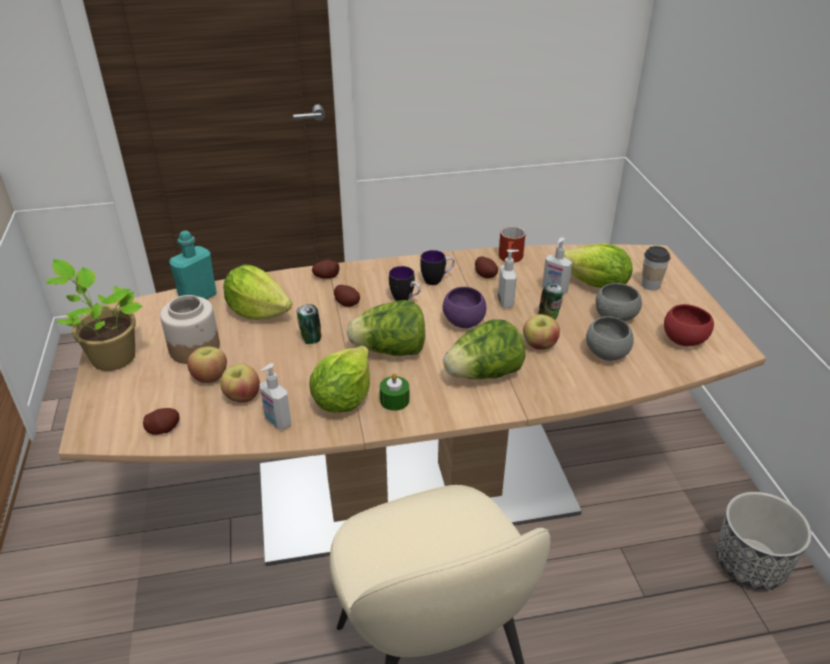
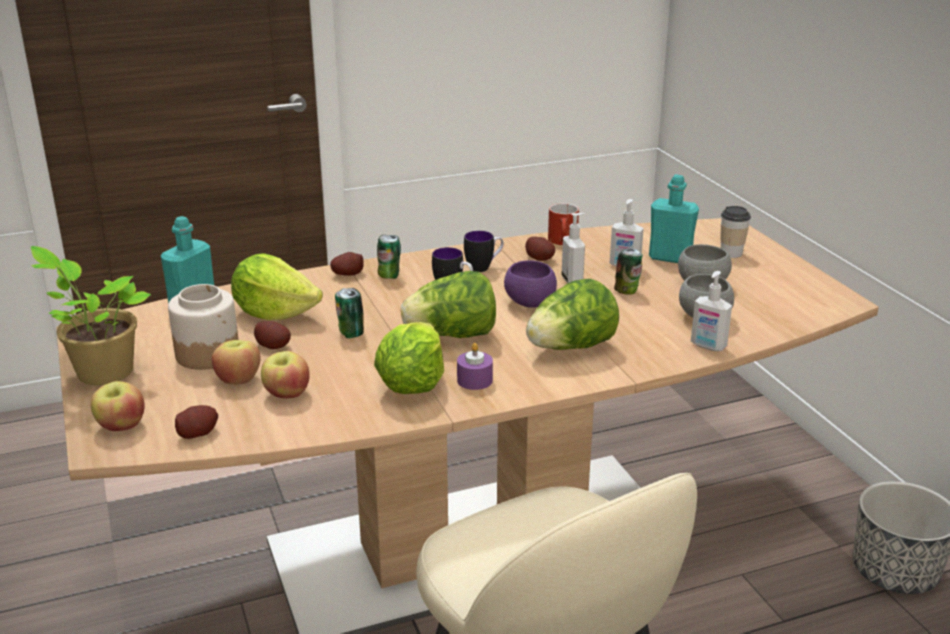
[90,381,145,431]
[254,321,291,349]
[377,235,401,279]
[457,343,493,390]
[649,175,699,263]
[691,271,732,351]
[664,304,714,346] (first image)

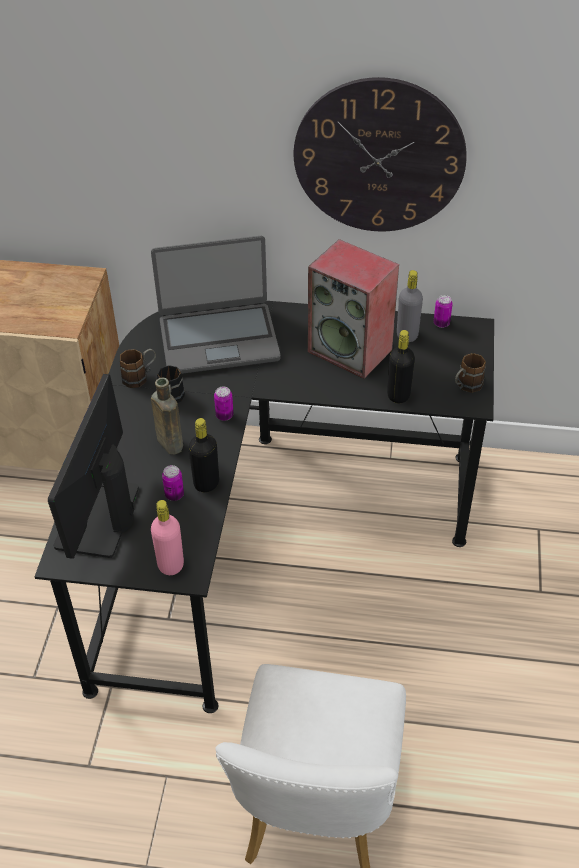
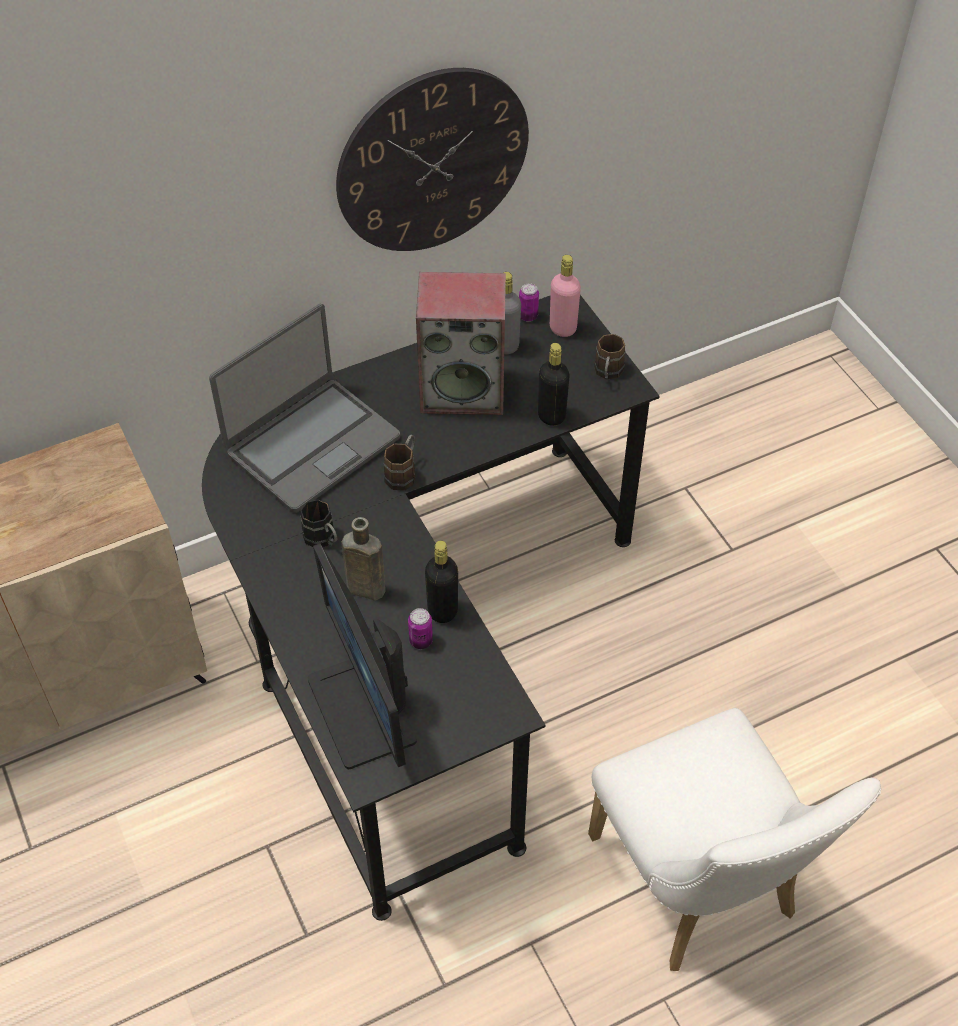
[384,435,415,491]
[550,255,581,337]
[214,386,234,421] (first image)

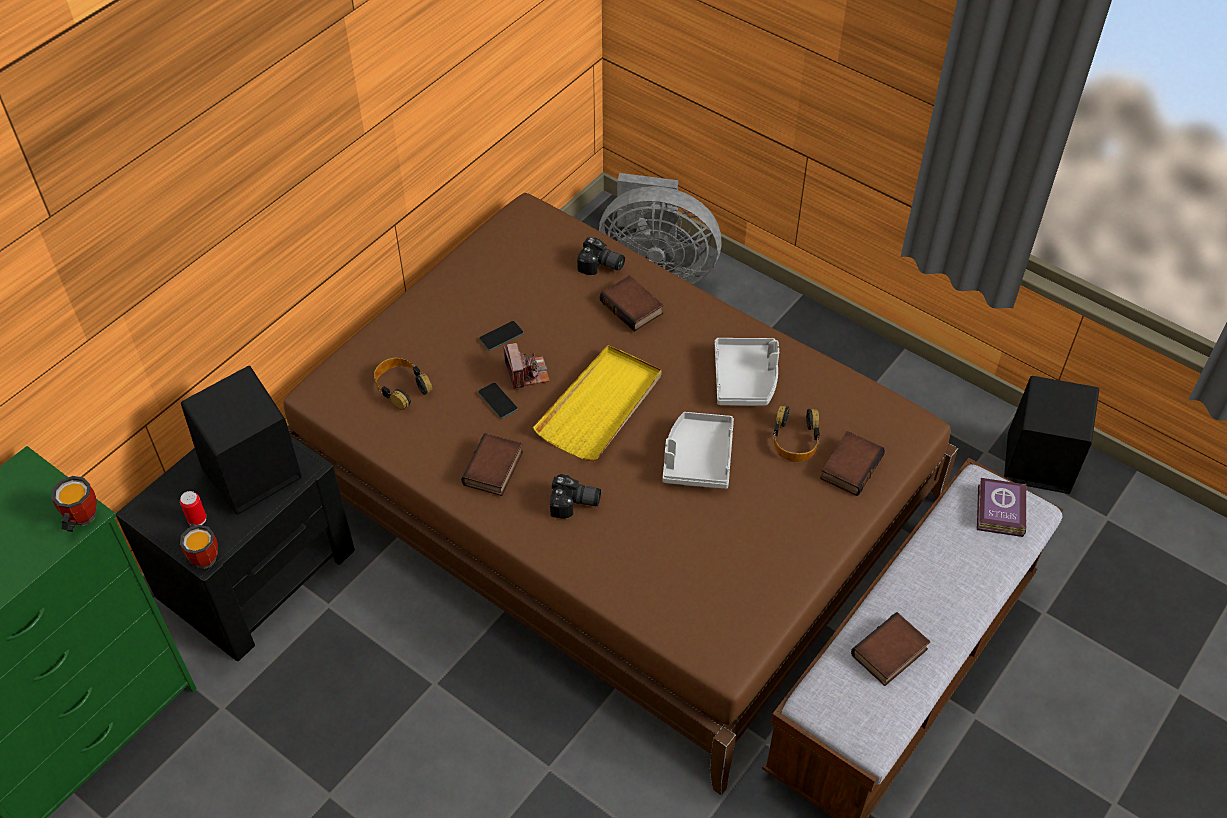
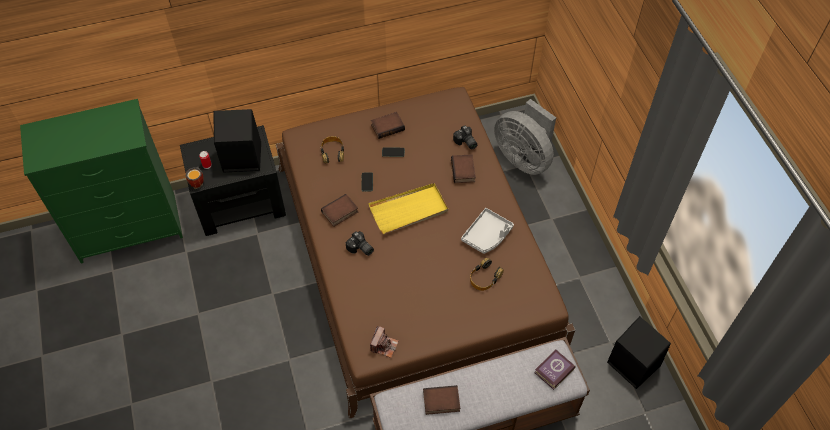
[370,326,399,358]
[371,112,405,139]
[51,476,97,532] (first image)
[663,412,734,489] (first image)

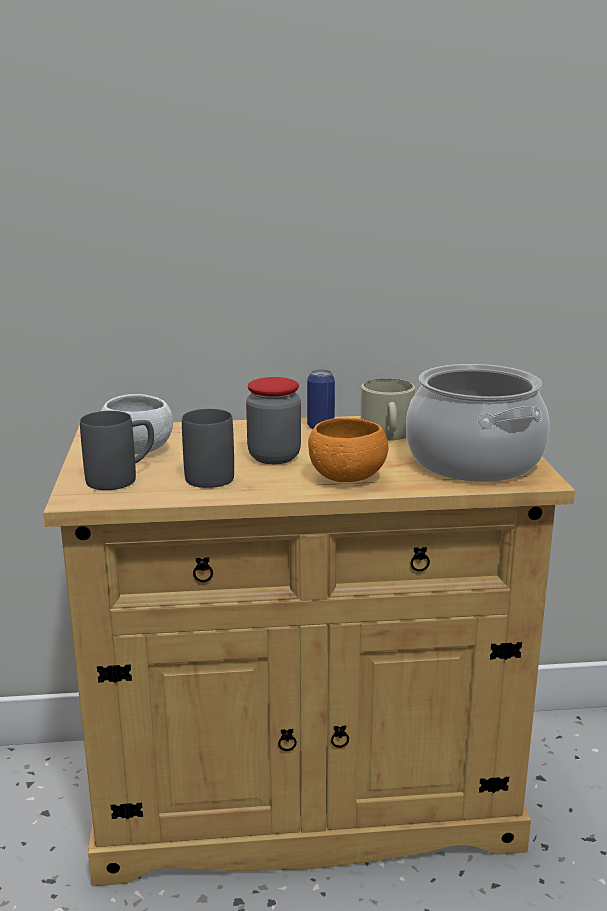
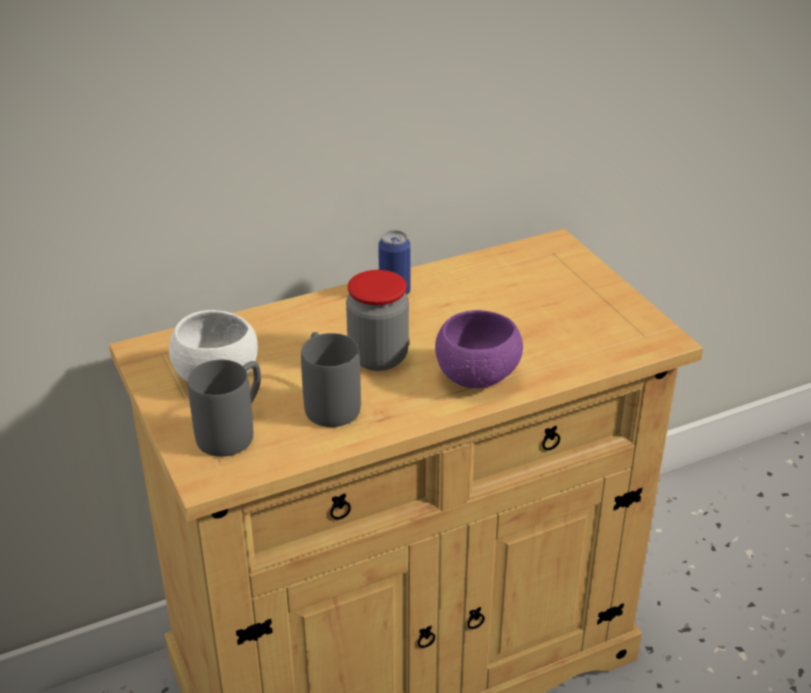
[435,310,523,388]
[361,379,415,440] (first image)
[406,364,550,482] (first image)

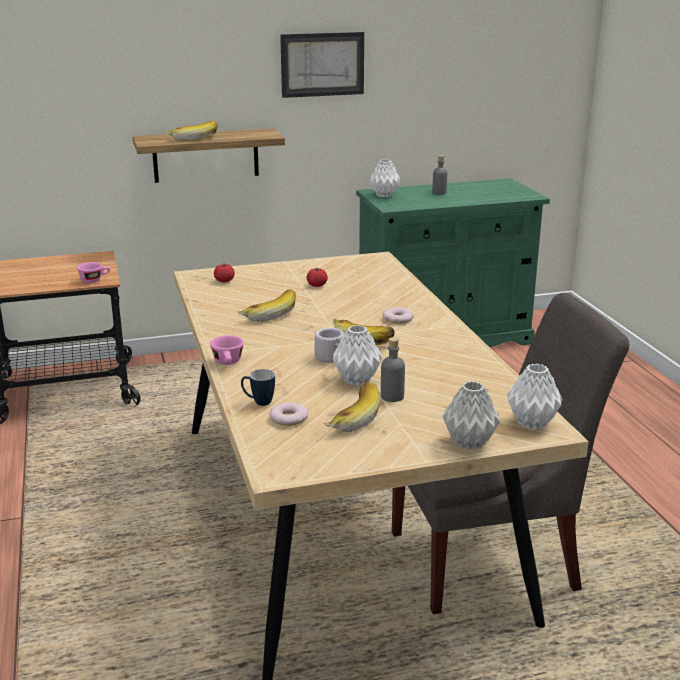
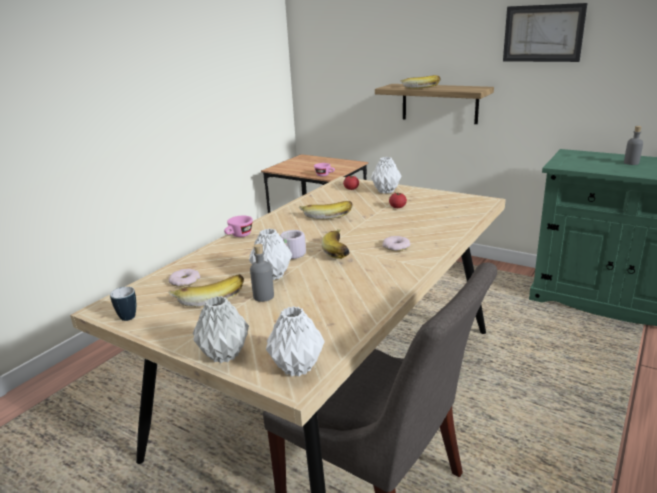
[110,287,136,321]
[371,157,401,194]

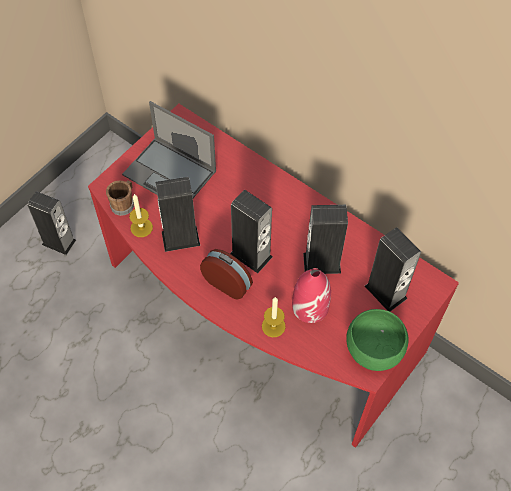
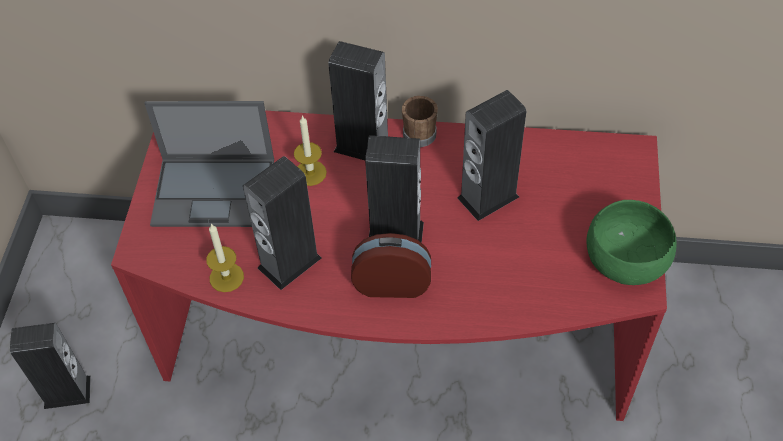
[294,115,327,186]
[328,41,388,160]
[402,96,438,147]
[292,268,331,323] (first image)

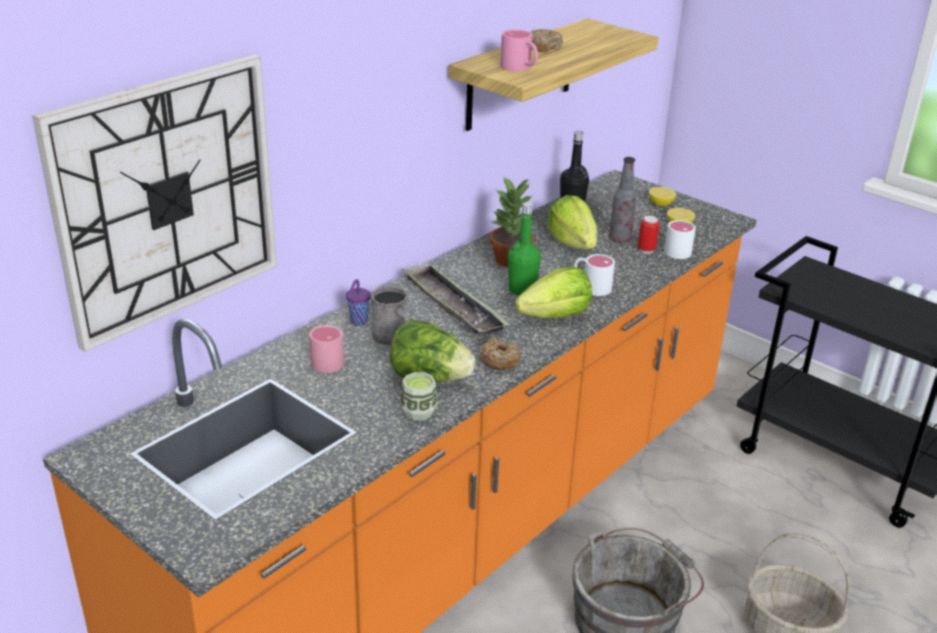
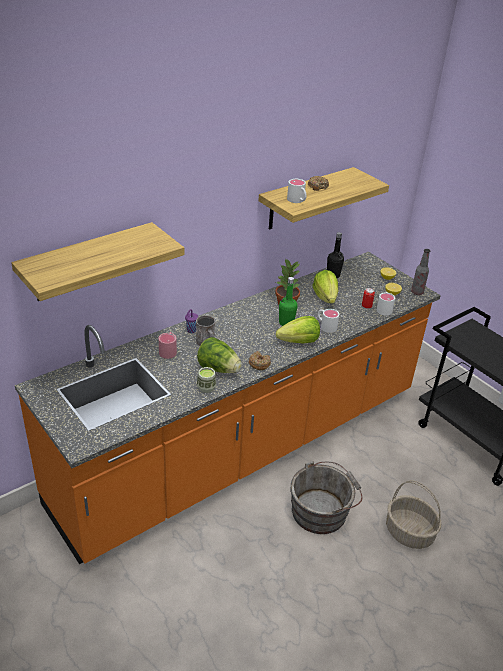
[11,222,184,301]
[287,179,307,203]
[411,249,430,295]
[402,262,509,334] (first image)

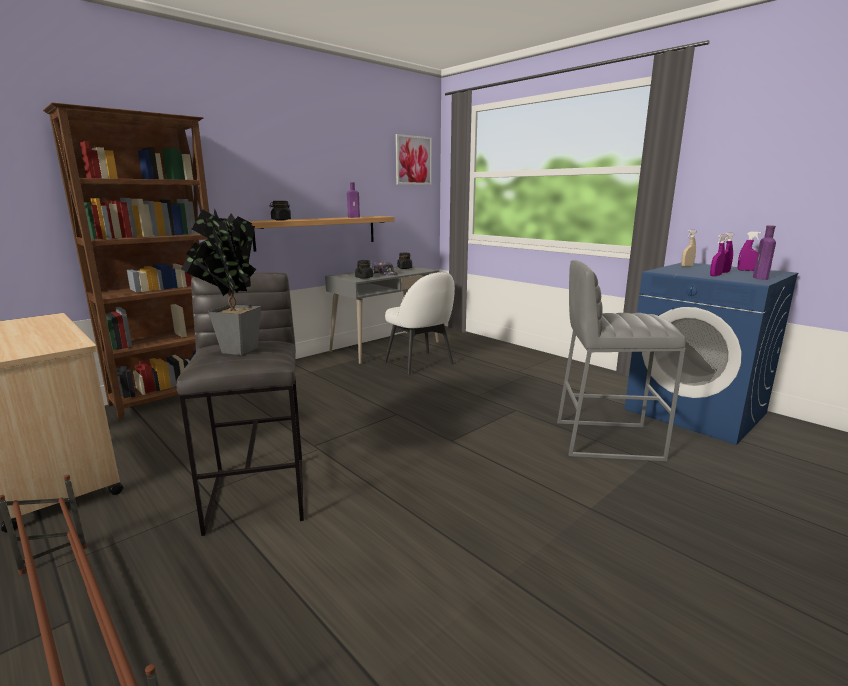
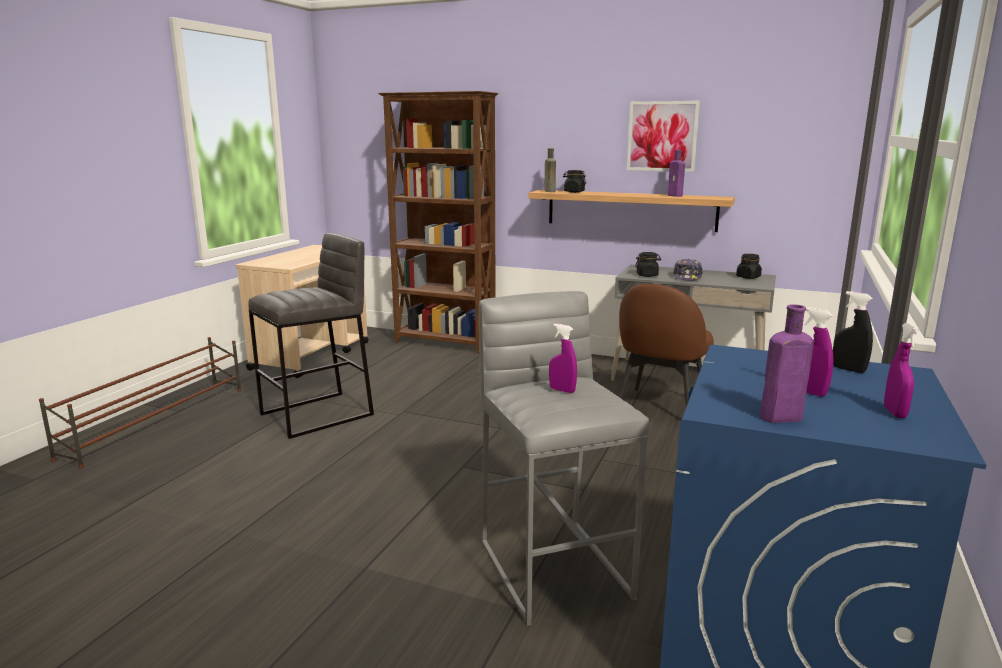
[545,148,556,192]
[549,324,577,393]
[618,284,714,406]
[627,101,700,172]
[833,291,873,373]
[181,209,261,355] (first image)

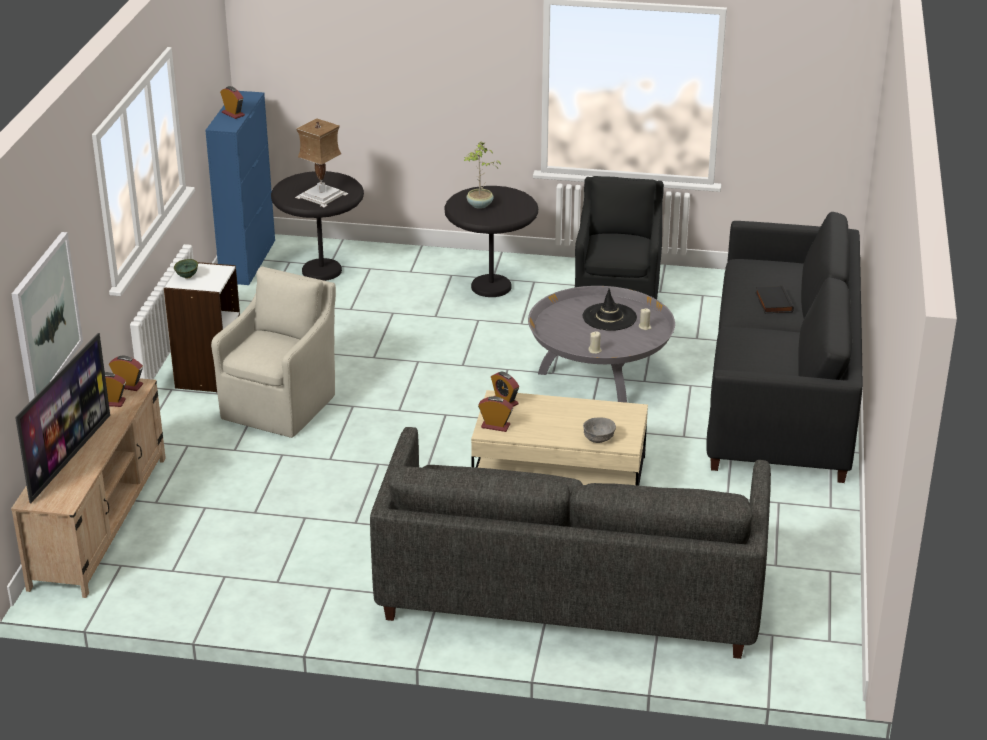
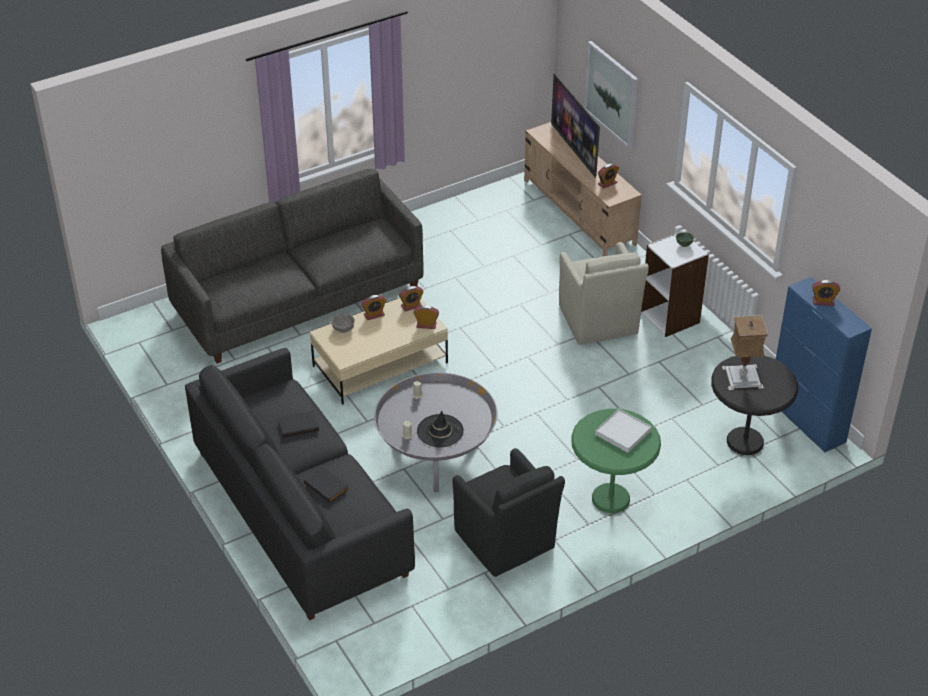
[278,410,319,438]
[361,295,386,320]
[571,409,661,513]
[595,409,652,453]

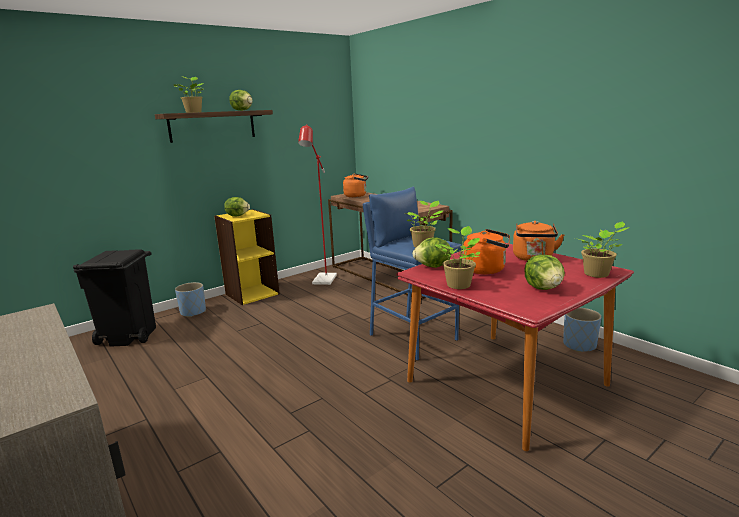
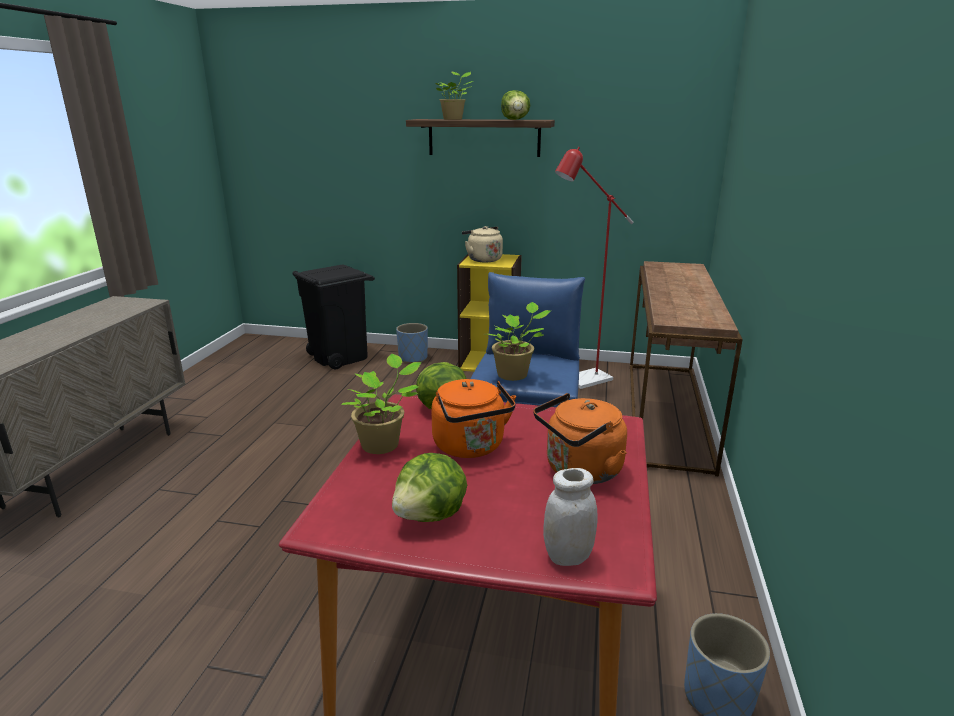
[462,226,503,262]
[543,468,597,566]
[343,174,368,197] (first image)

